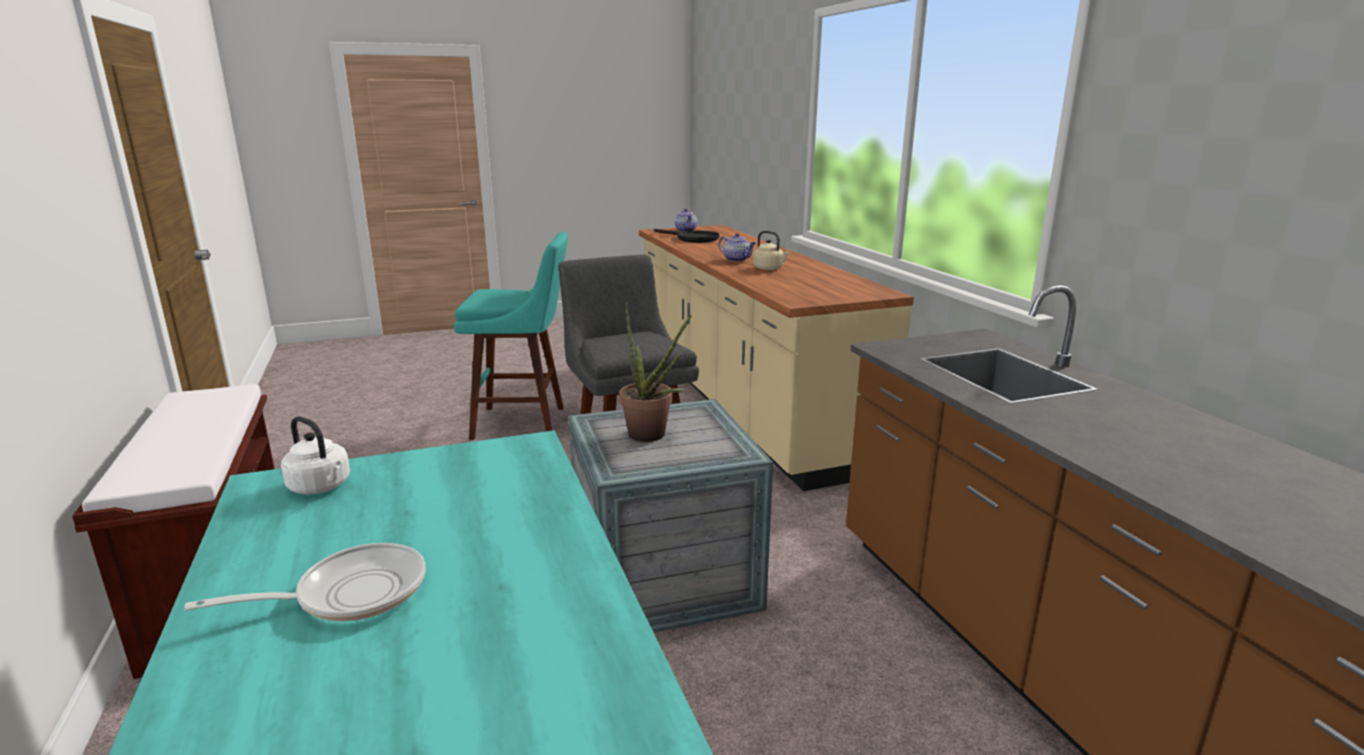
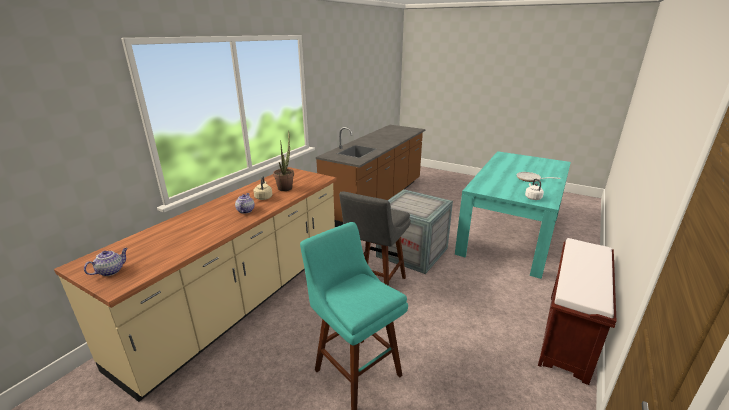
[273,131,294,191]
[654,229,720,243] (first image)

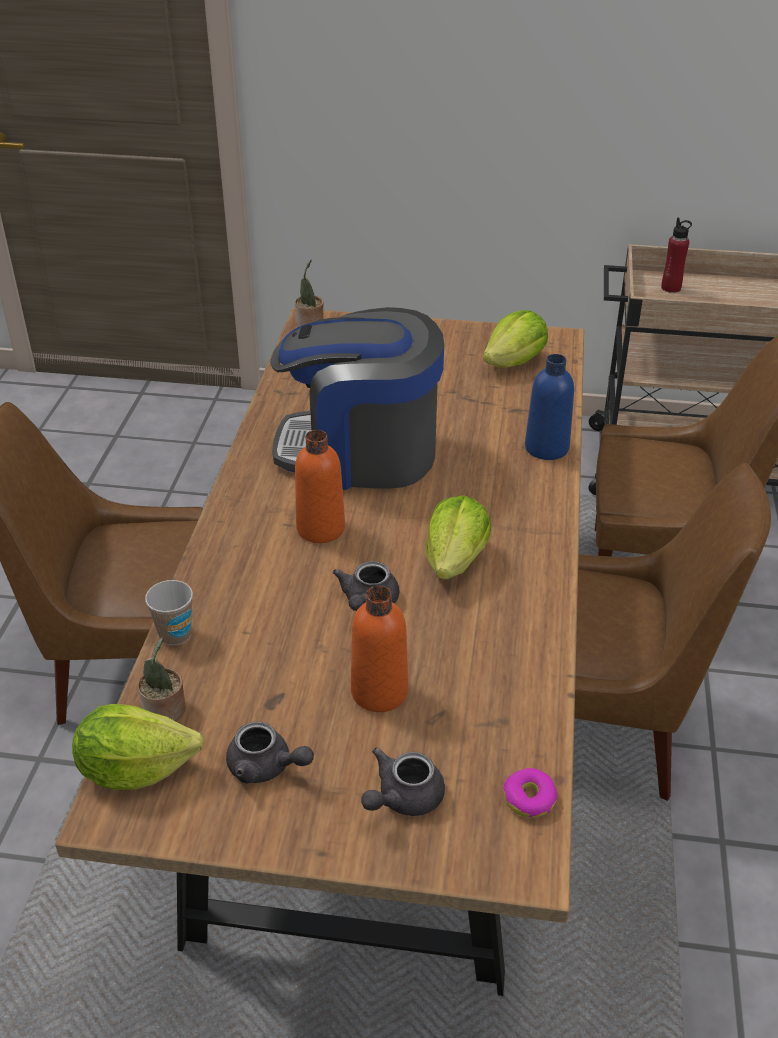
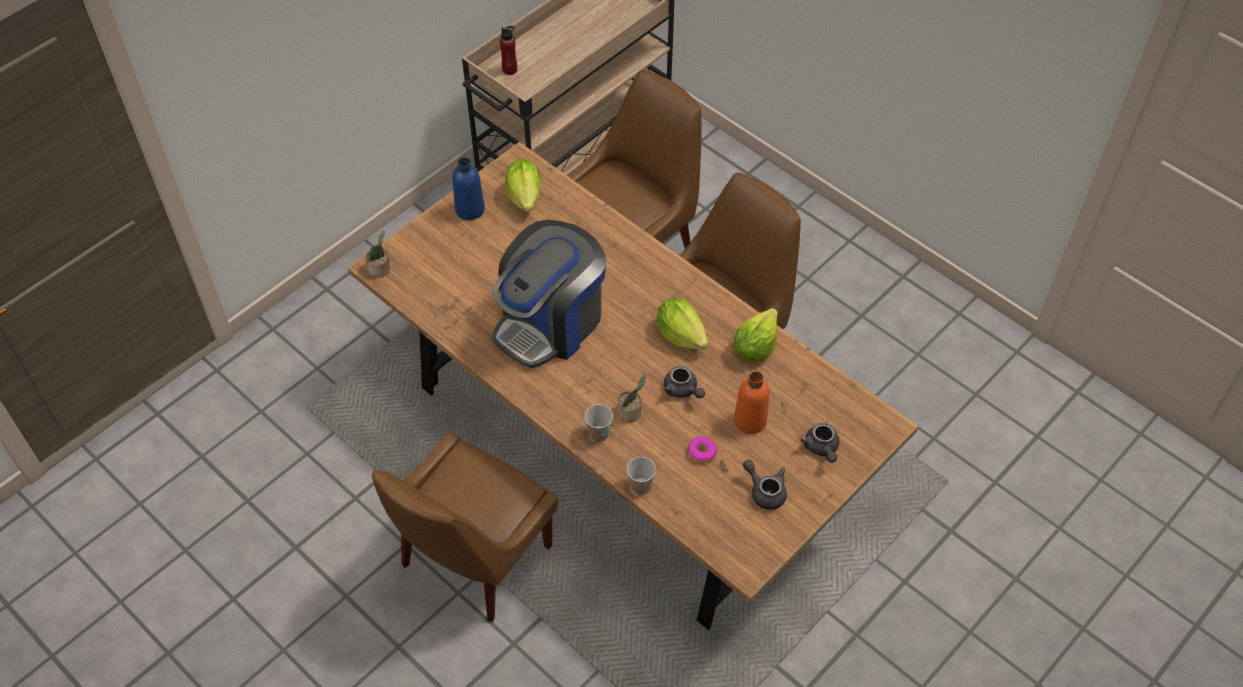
[452,158,485,220]
[584,404,613,442]
[617,373,646,422]
[688,437,717,463]
[733,308,777,362]
[743,460,787,510]
[295,430,345,543] (first image)

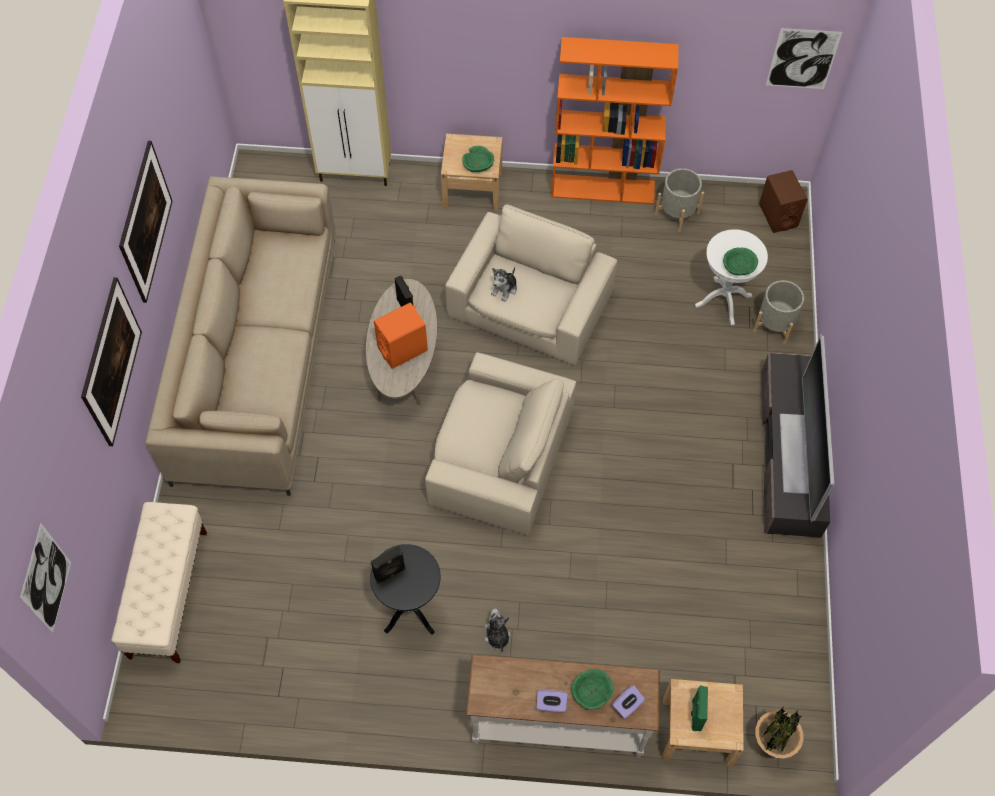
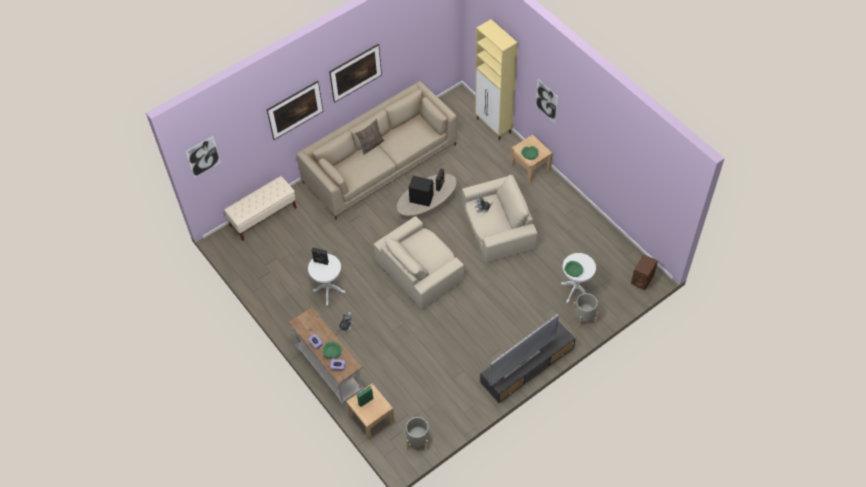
[308,254,345,306]
[355,119,385,155]
[374,216,464,310]
[406,417,429,450]
[409,176,434,206]
[536,79,558,123]
[551,37,679,204] (first image)
[755,707,804,758] (first image)

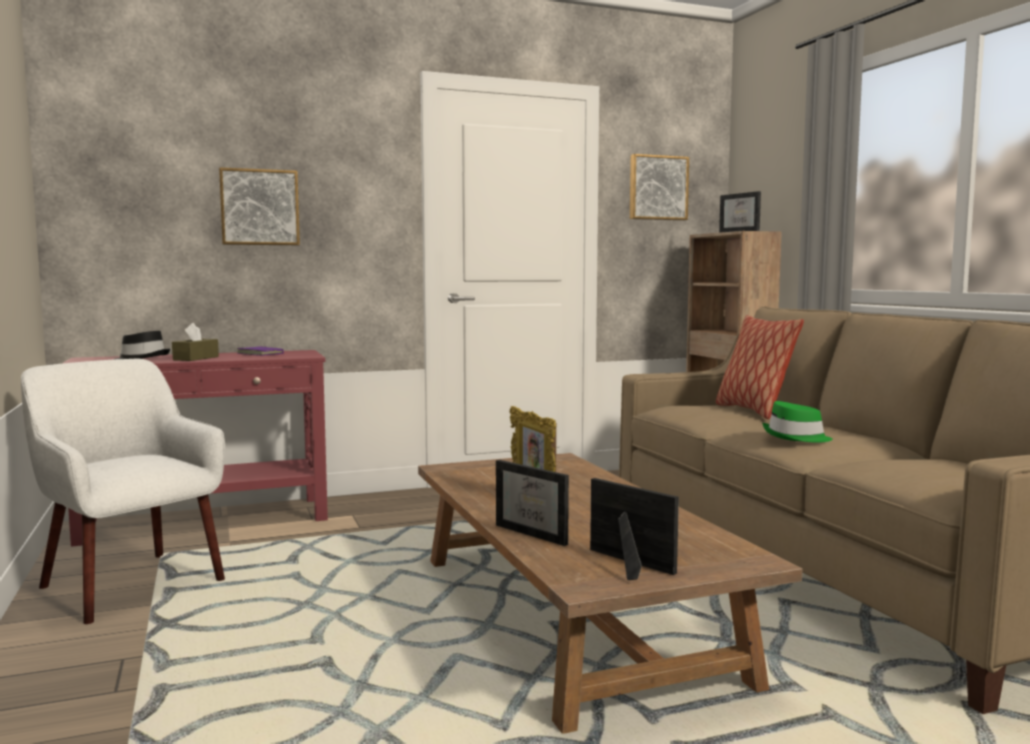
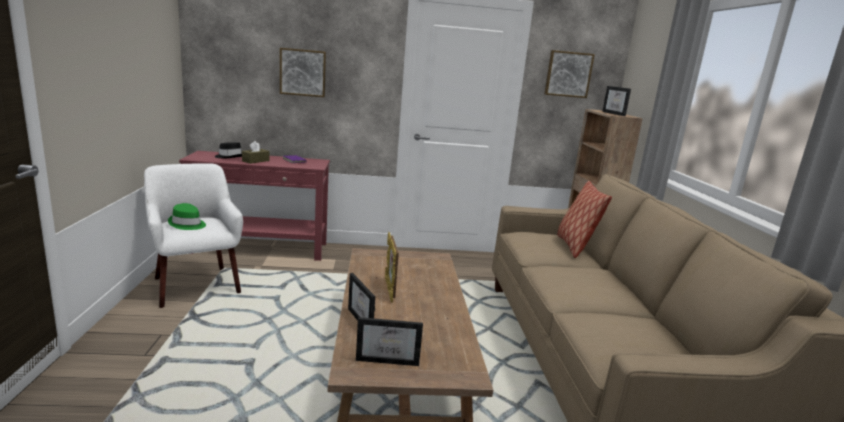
[168,203,206,230]
[356,317,423,366]

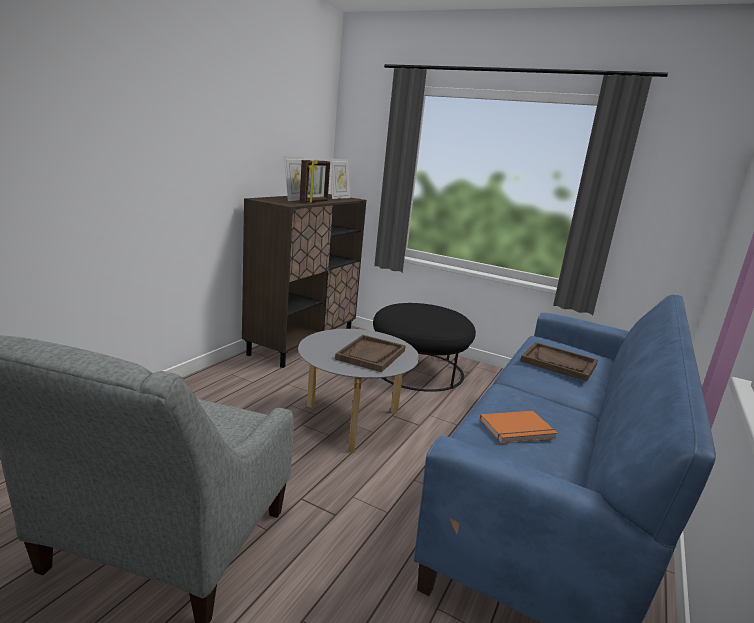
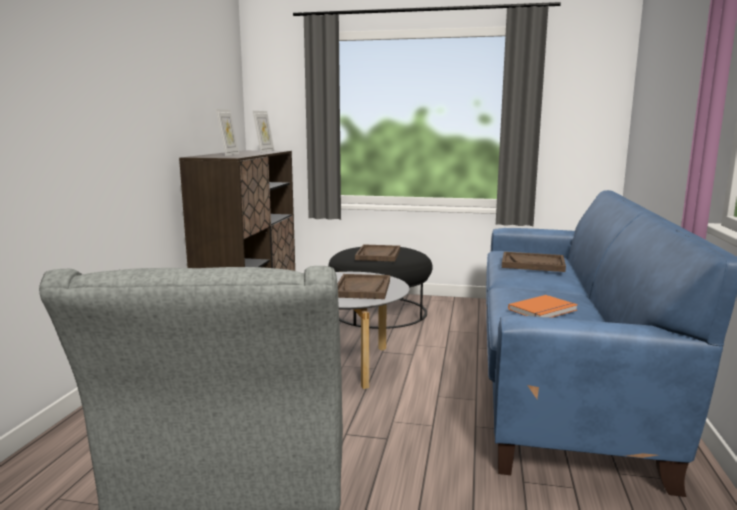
[355,244,400,262]
[300,159,330,203] (first image)

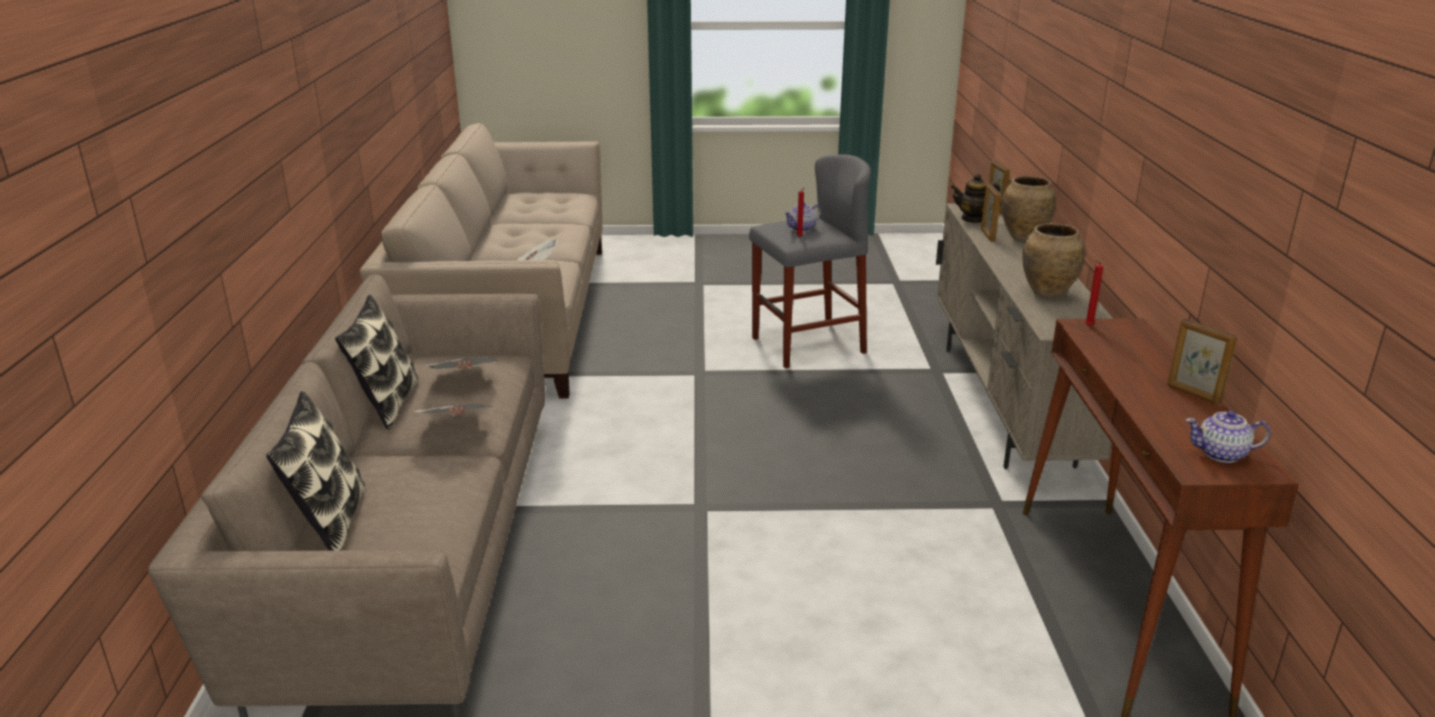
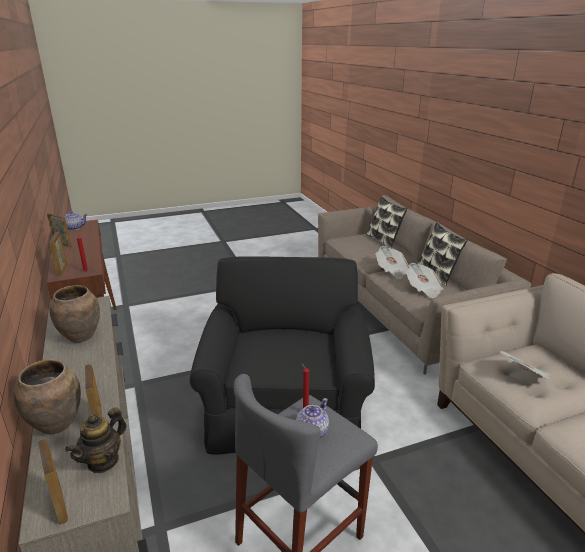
[49,232,67,276]
[65,408,127,473]
[190,256,375,455]

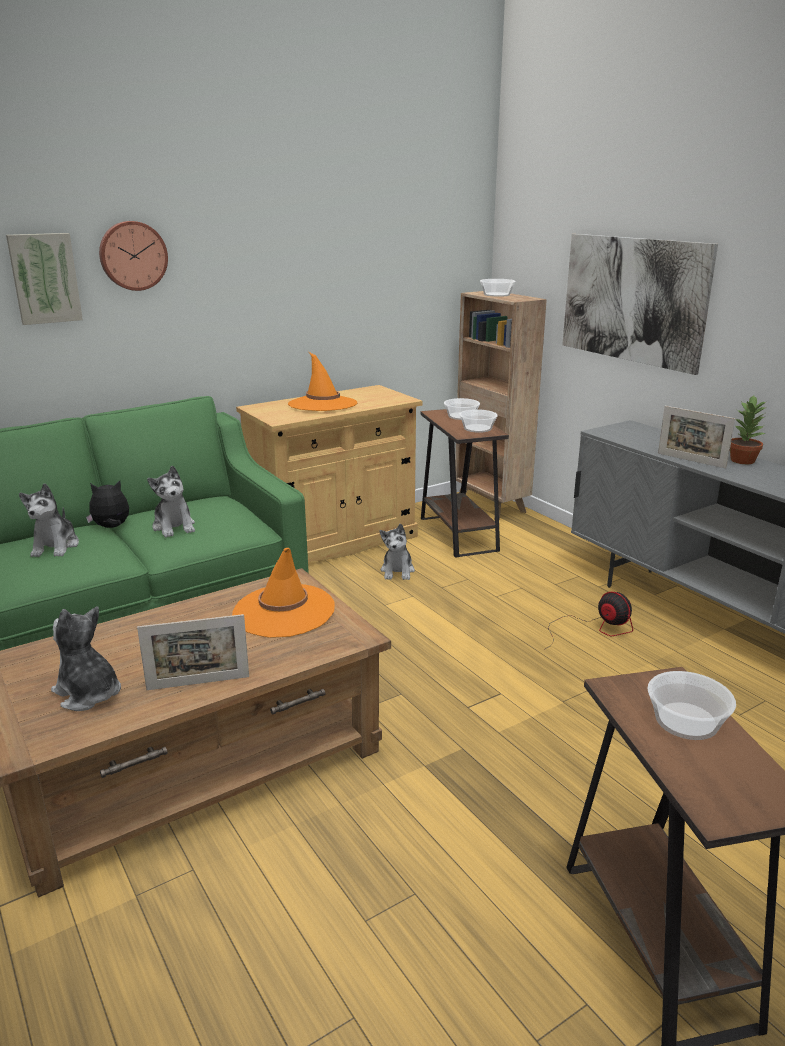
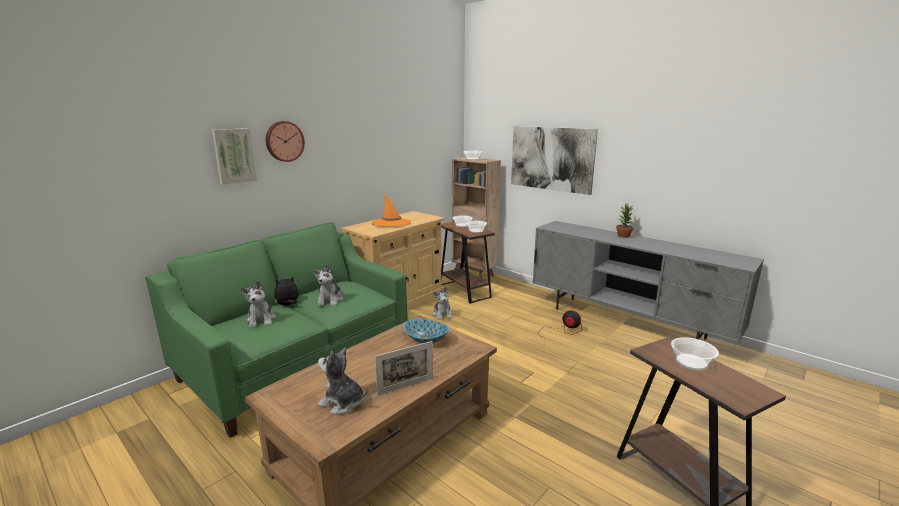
[313,264,343,306]
[404,319,450,343]
[658,406,735,468] (first image)

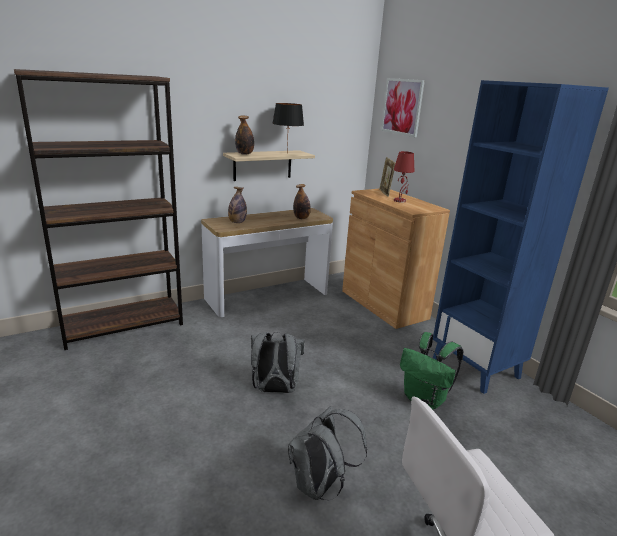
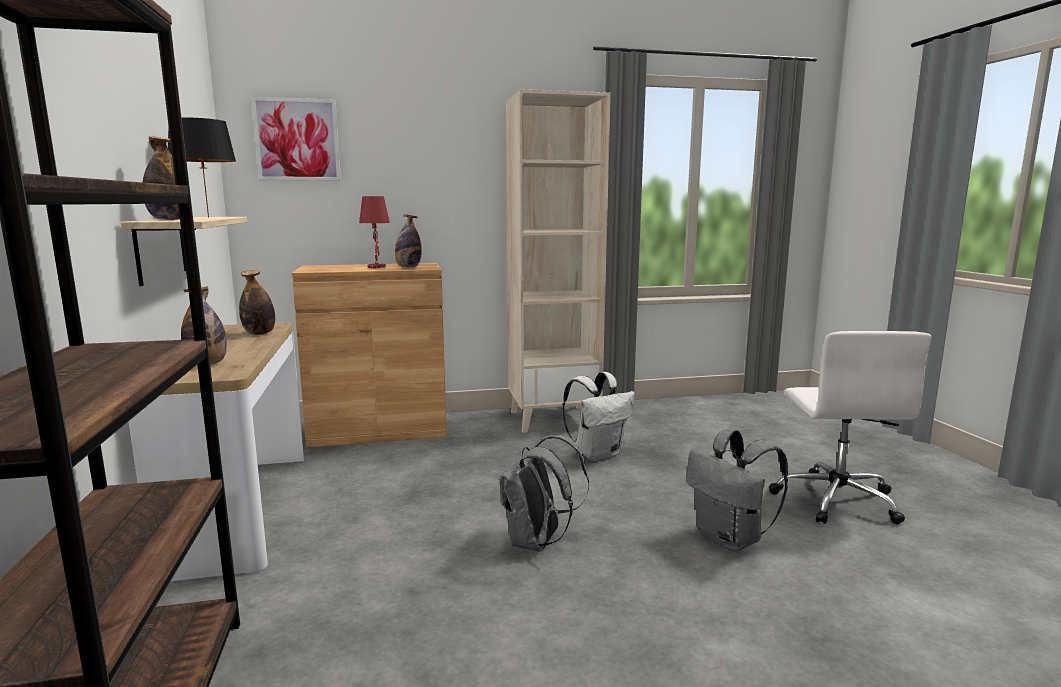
[395,214,422,268]
[506,89,611,433]
[562,372,635,461]
[379,157,396,197] (first image)

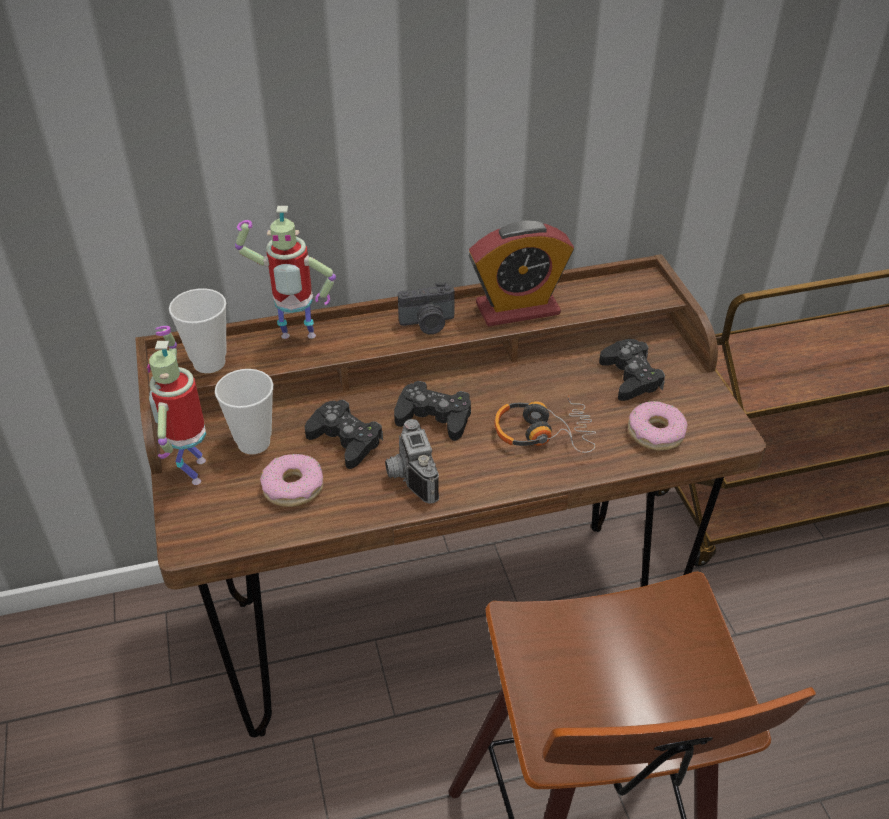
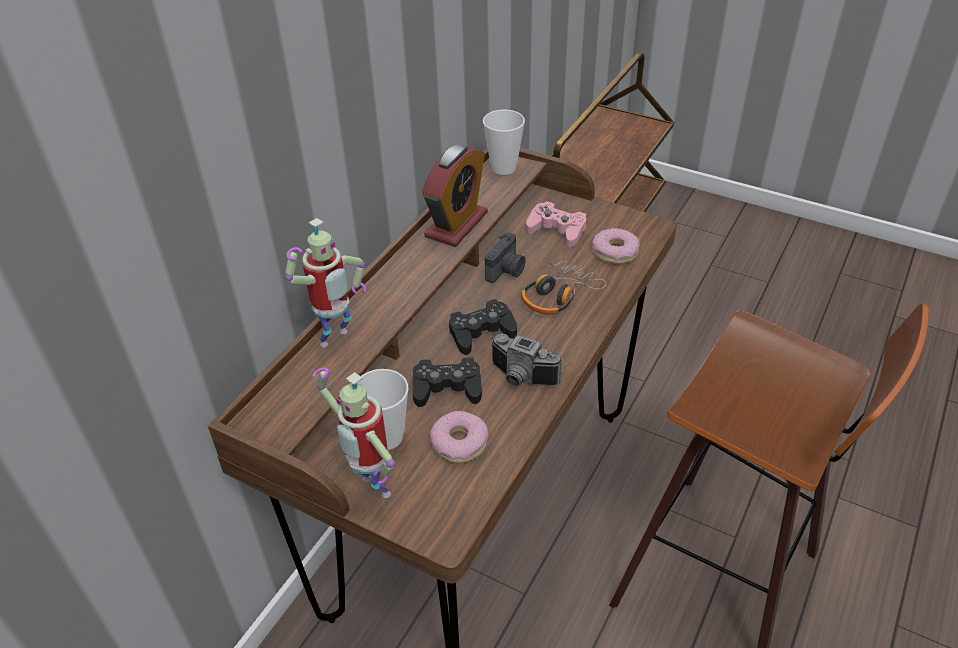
[483,110,525,175]
[485,232,526,283]
[526,201,587,248]

